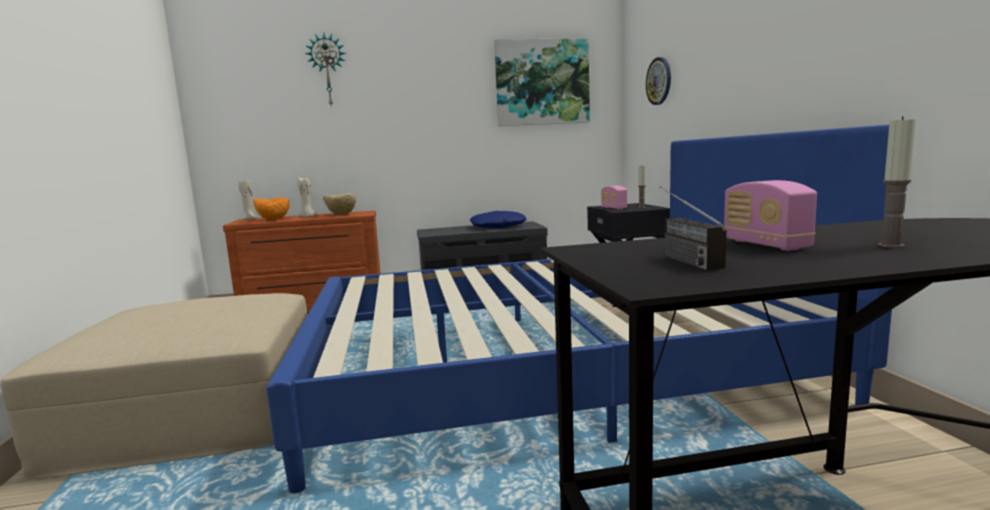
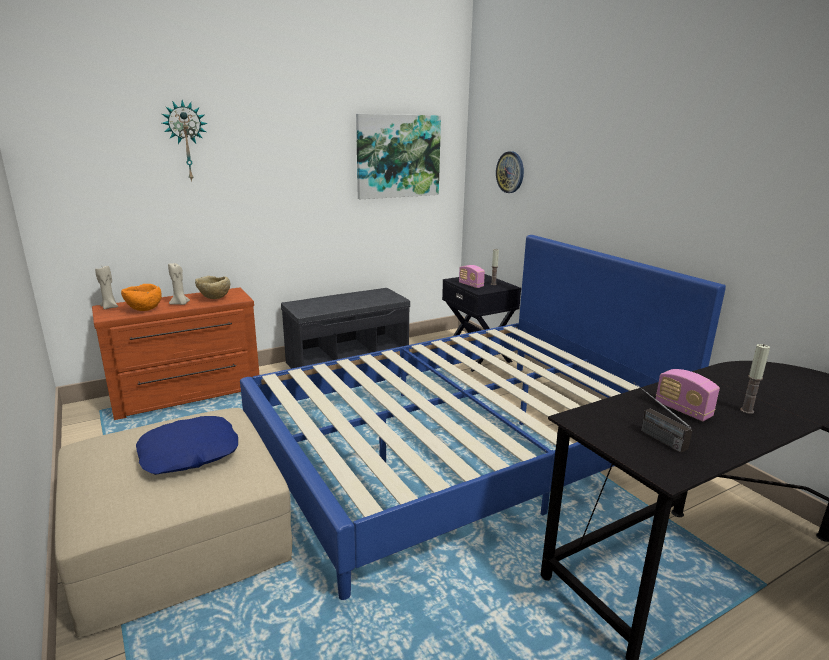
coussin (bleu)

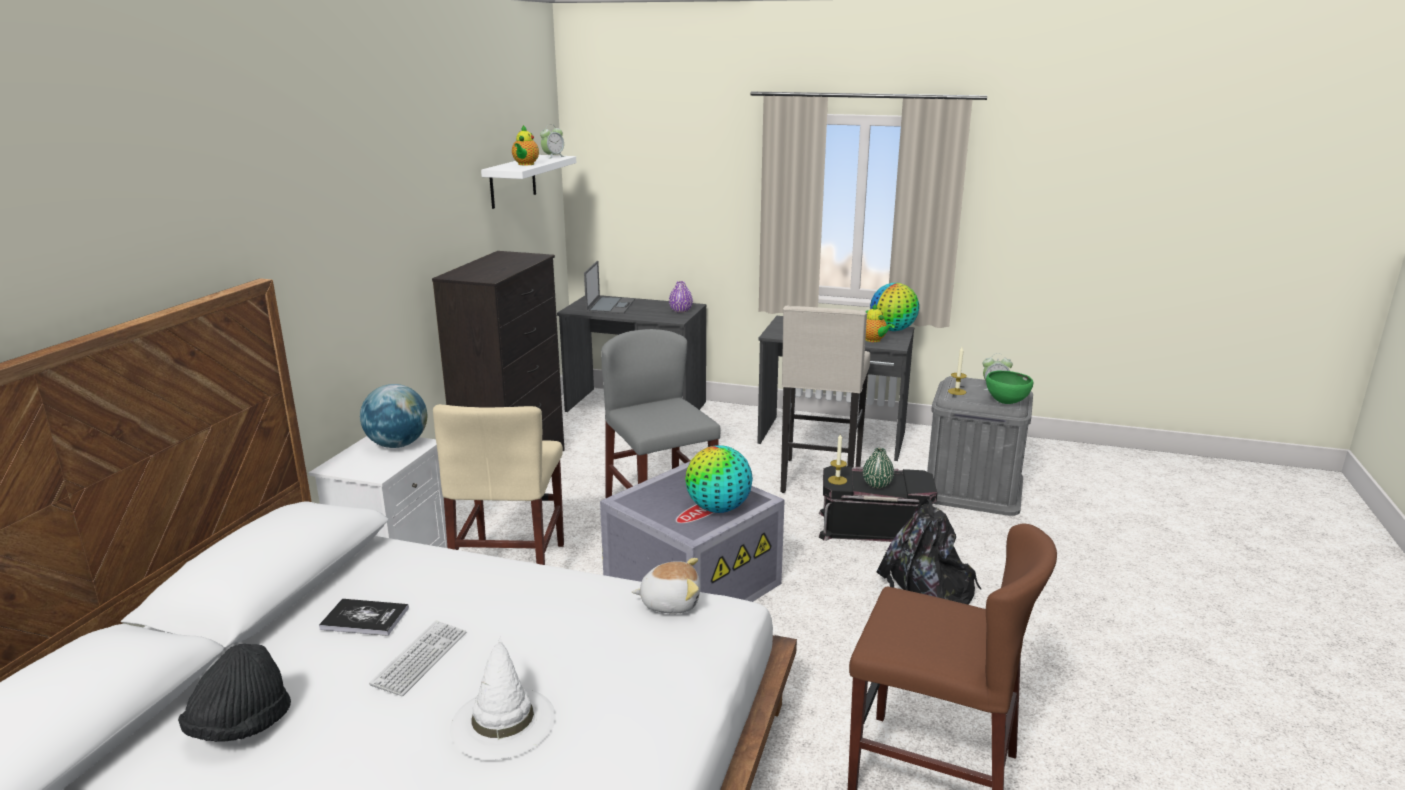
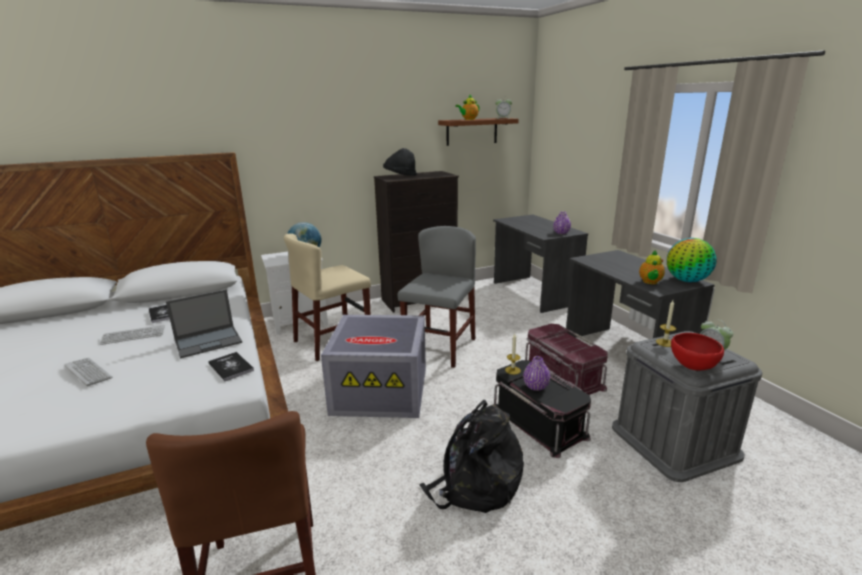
globe (no. 2 from left in the first image); chapeau (noir); ordinateur portable; clavier (no. 1 from left); livre (no. 2 from left); boîte de rangement (rouge); étagère (marron); vase (violet) (no. 1 from left); bol (rouge)

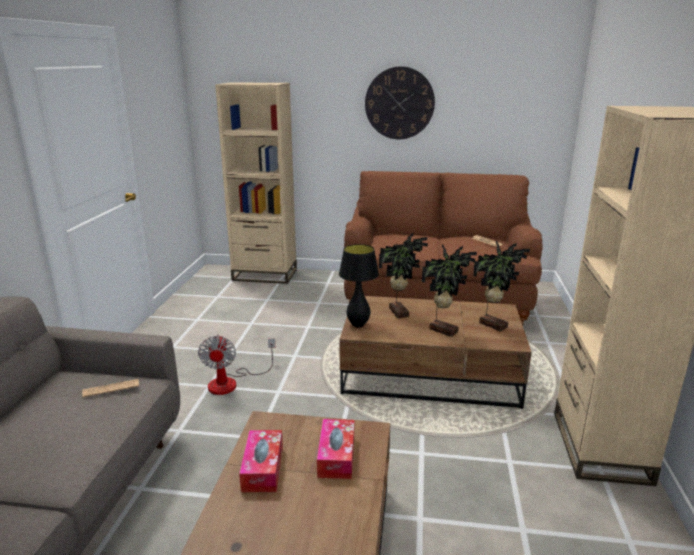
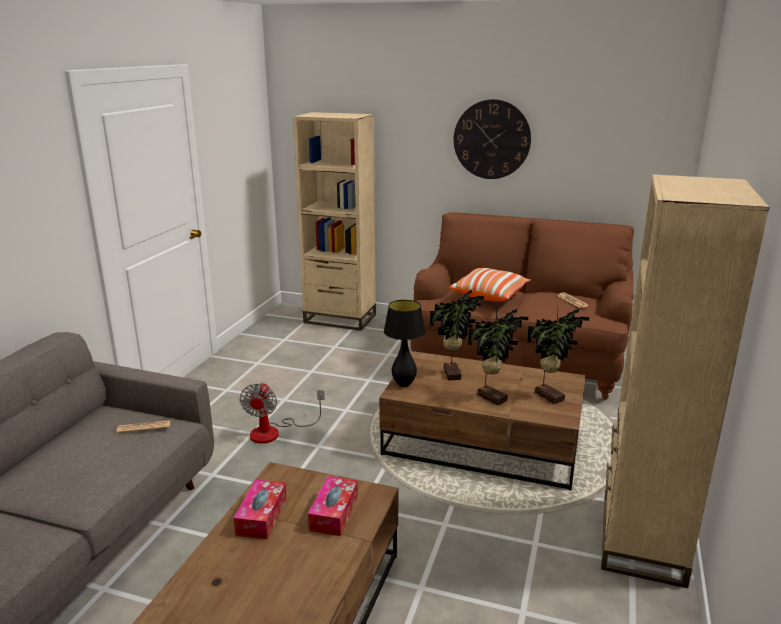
coussin

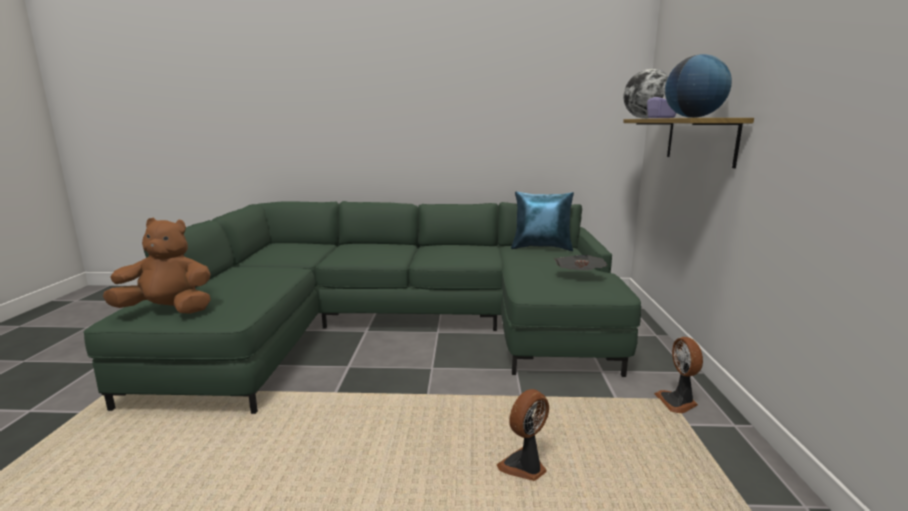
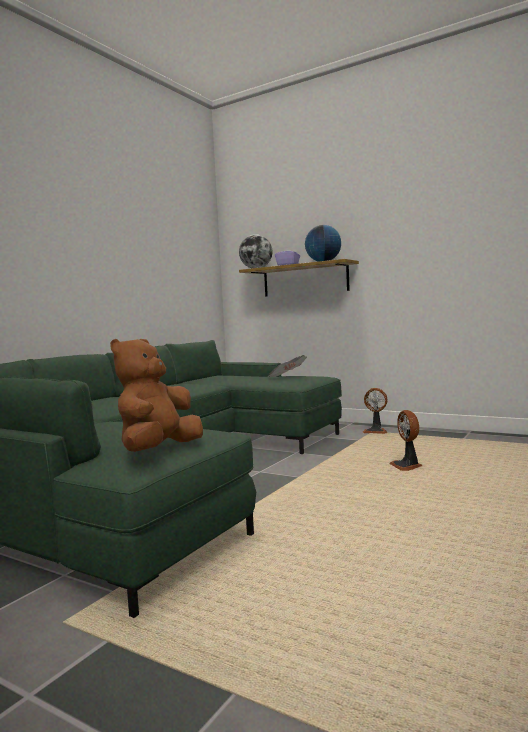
coussin (bleu)

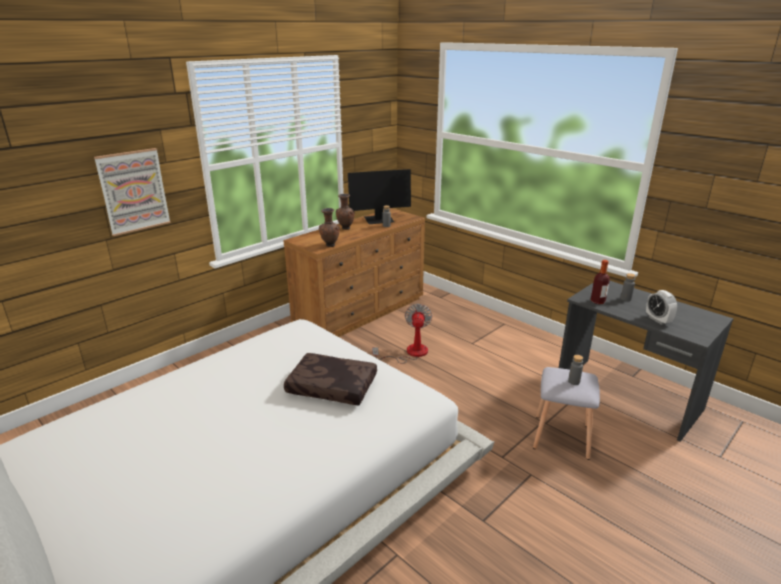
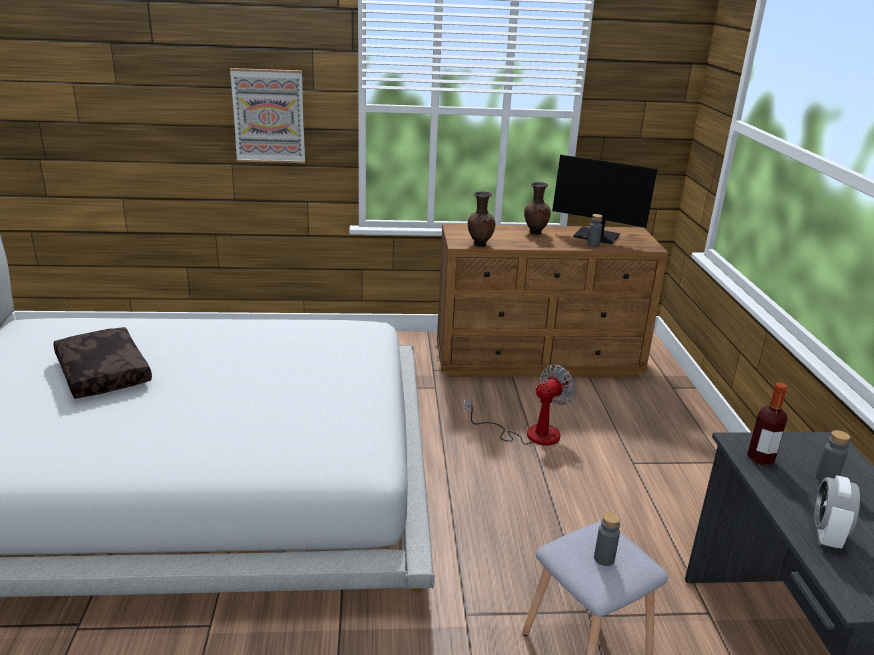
coussin (marron)

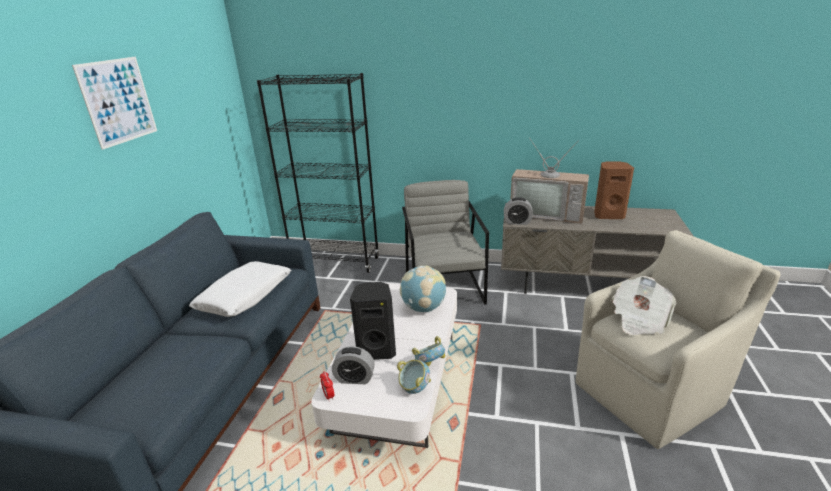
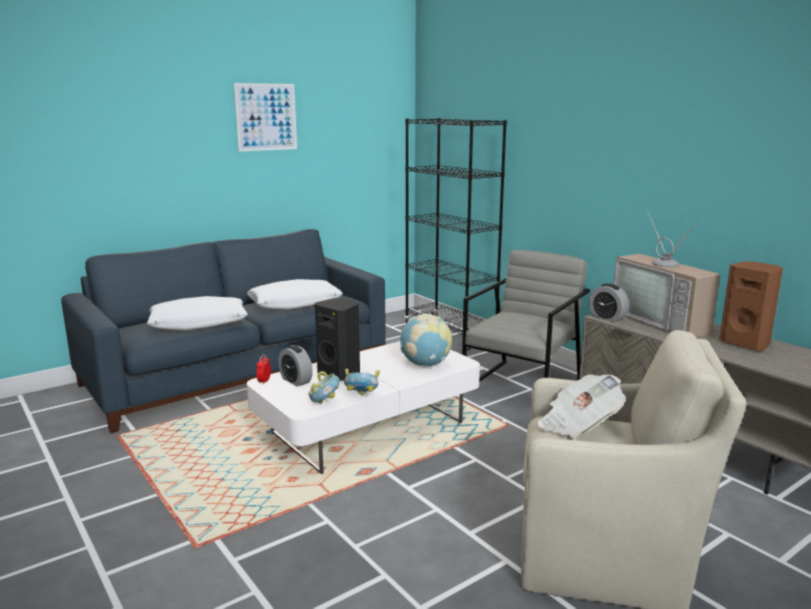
coussin (blanc) (no. 1 from left)

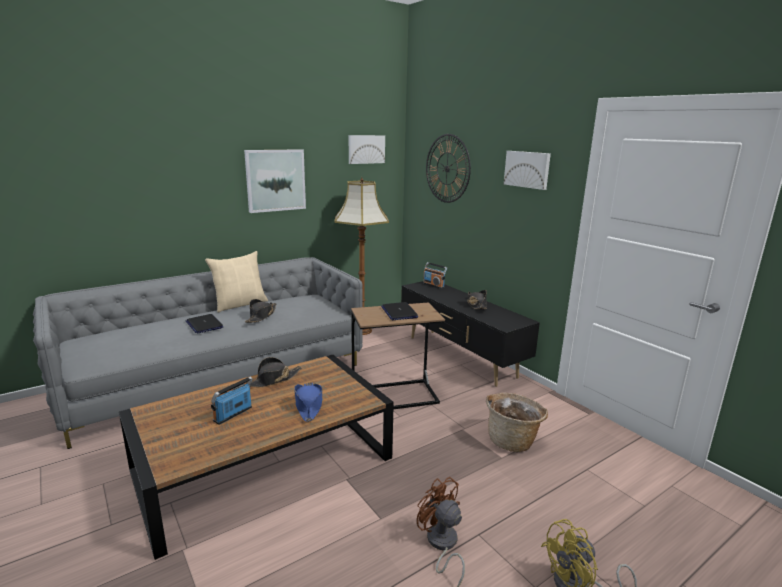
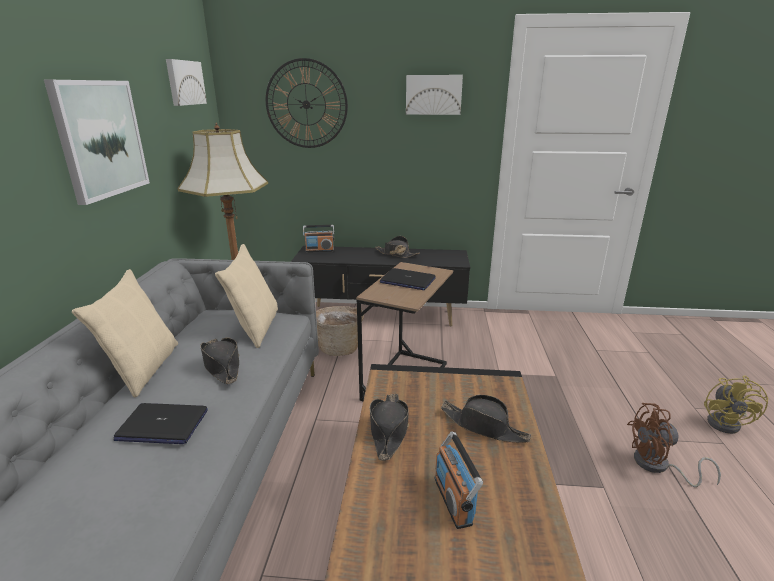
coussin (beige) (no. 2 from left); panier; chapeau (noir) (no. 4 from left)

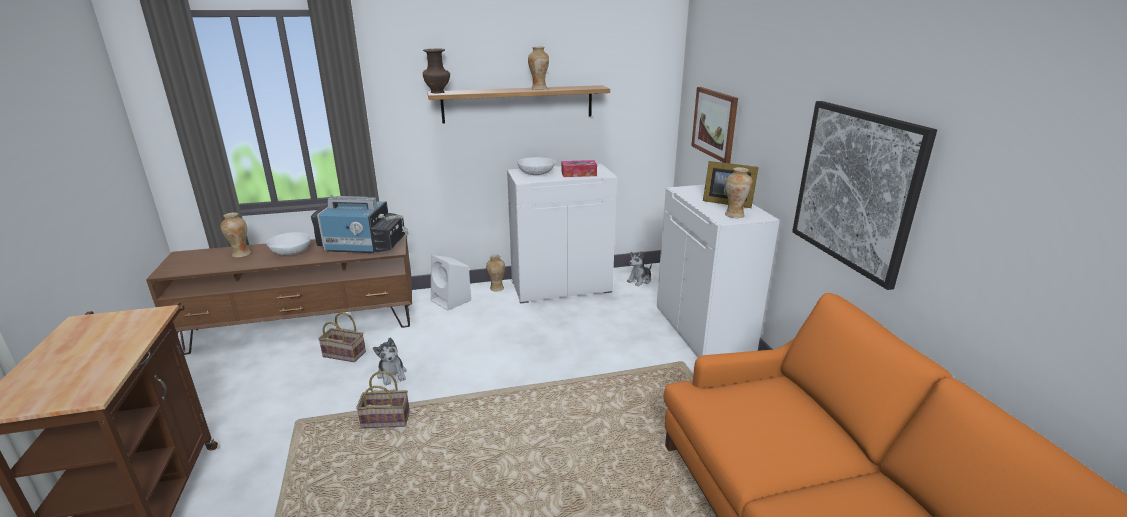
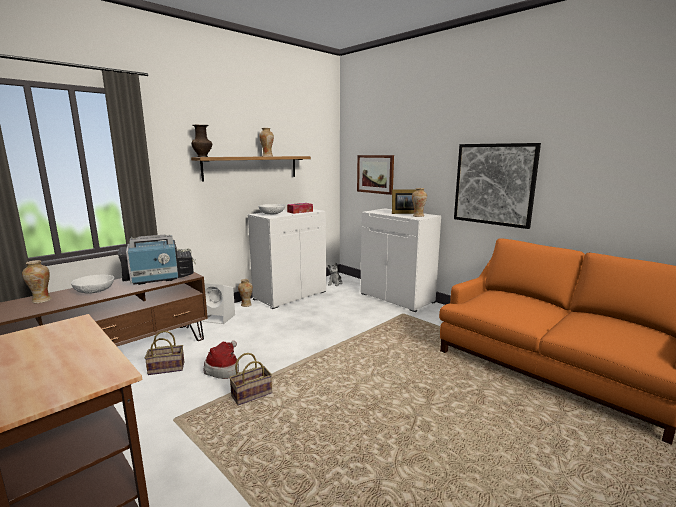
chapeau

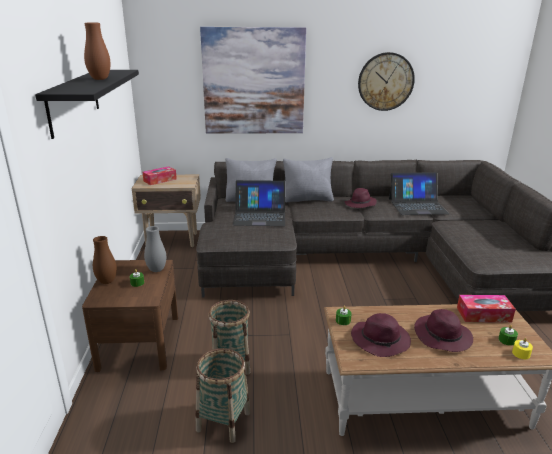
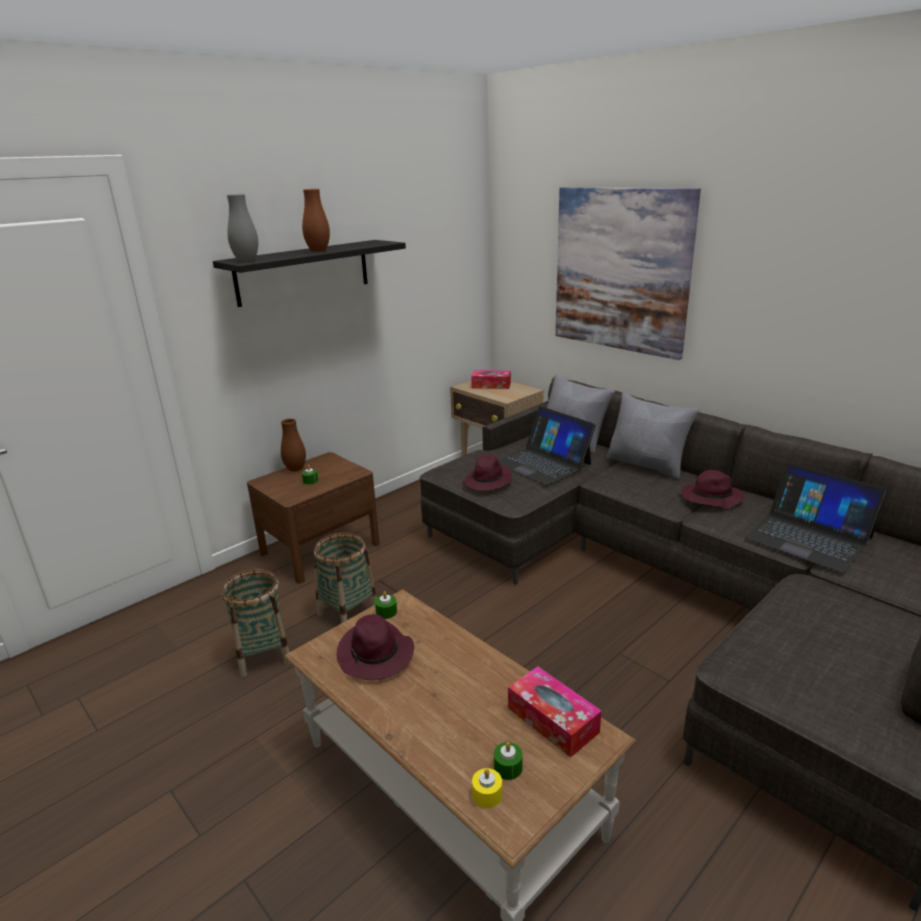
horloge murale; vase (gris); chapeau (violet) (no. 2 from left)

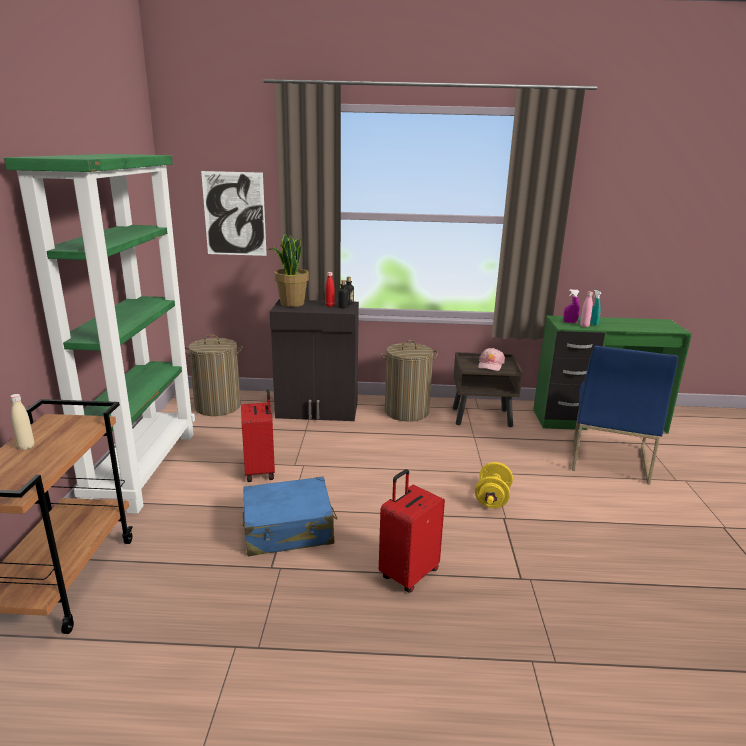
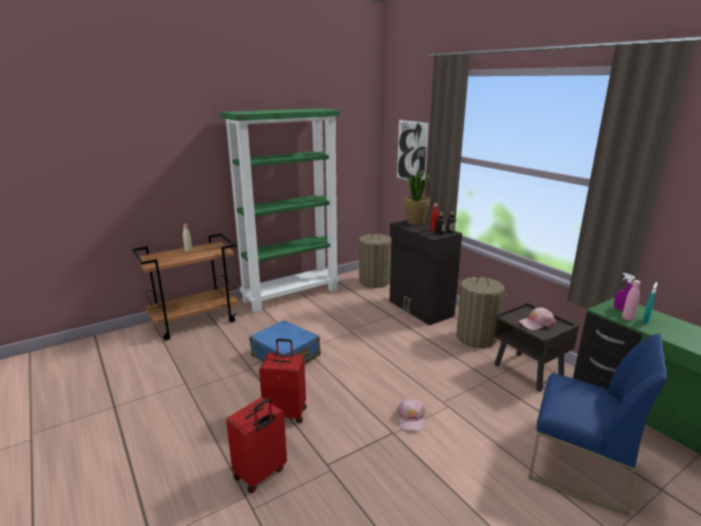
valise (rouge) (no. 1 from left); casquette (rose) (no. 1 from left); chaise (bleu)

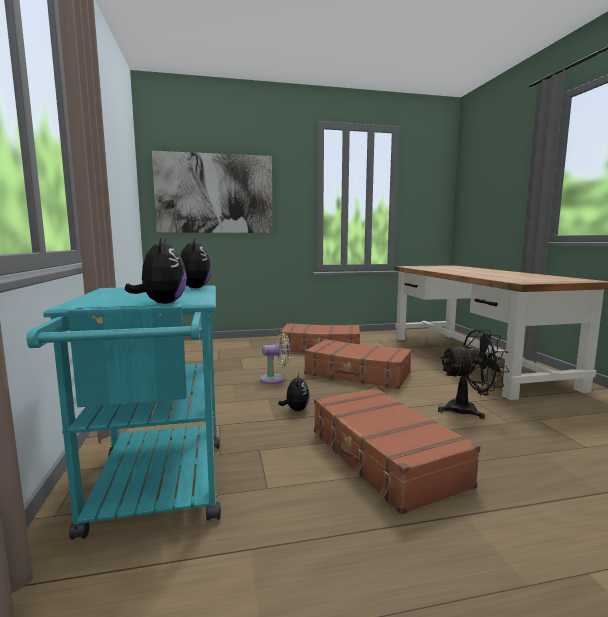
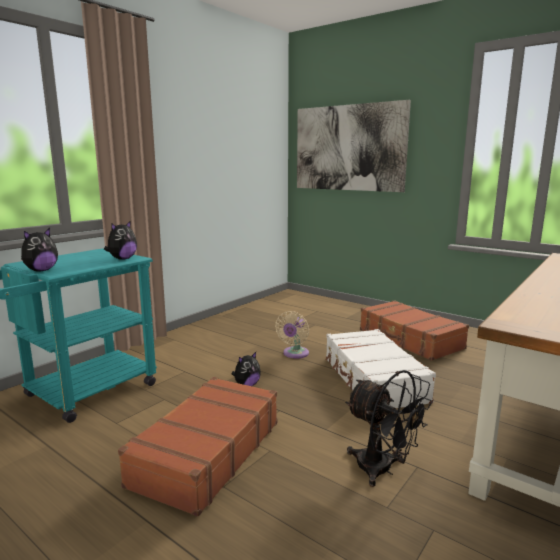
valise (blanc); ventilateur (beige)

